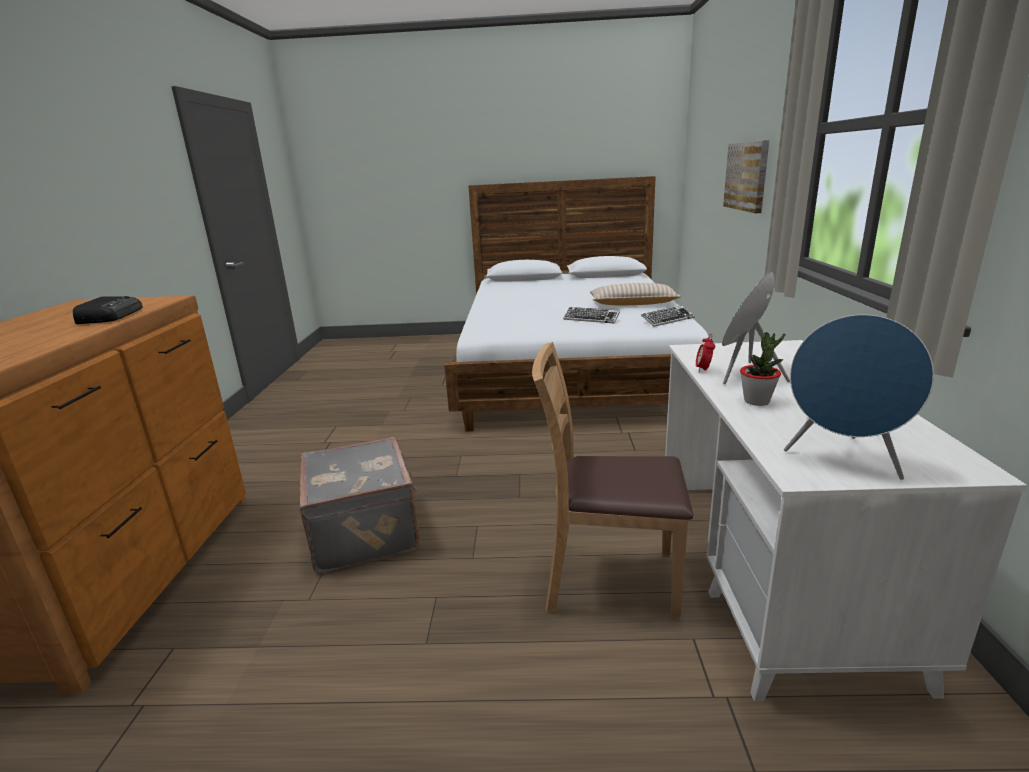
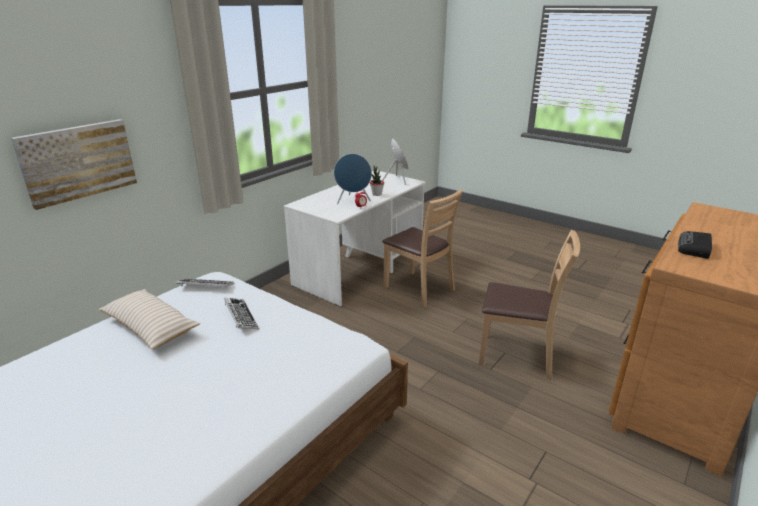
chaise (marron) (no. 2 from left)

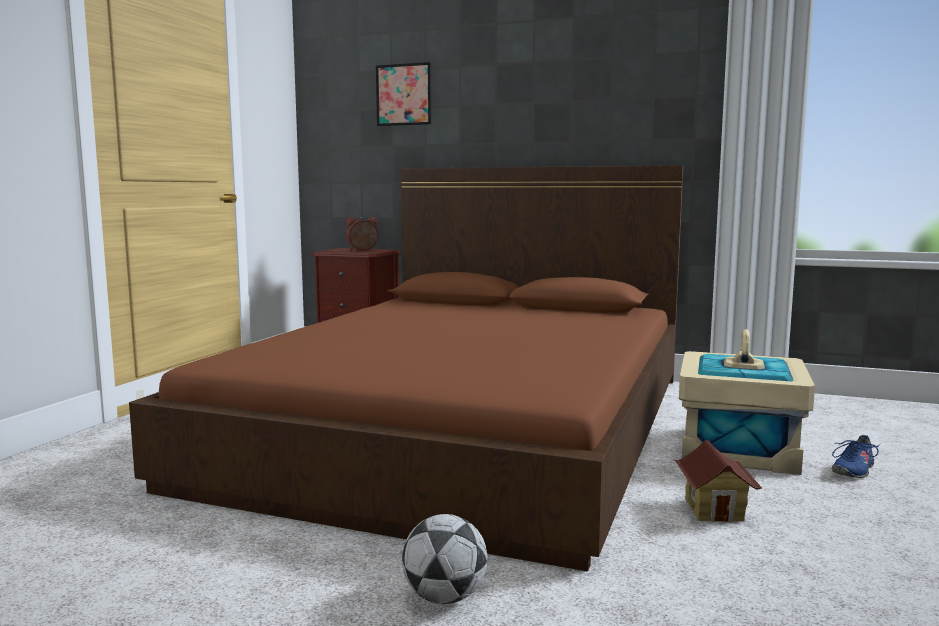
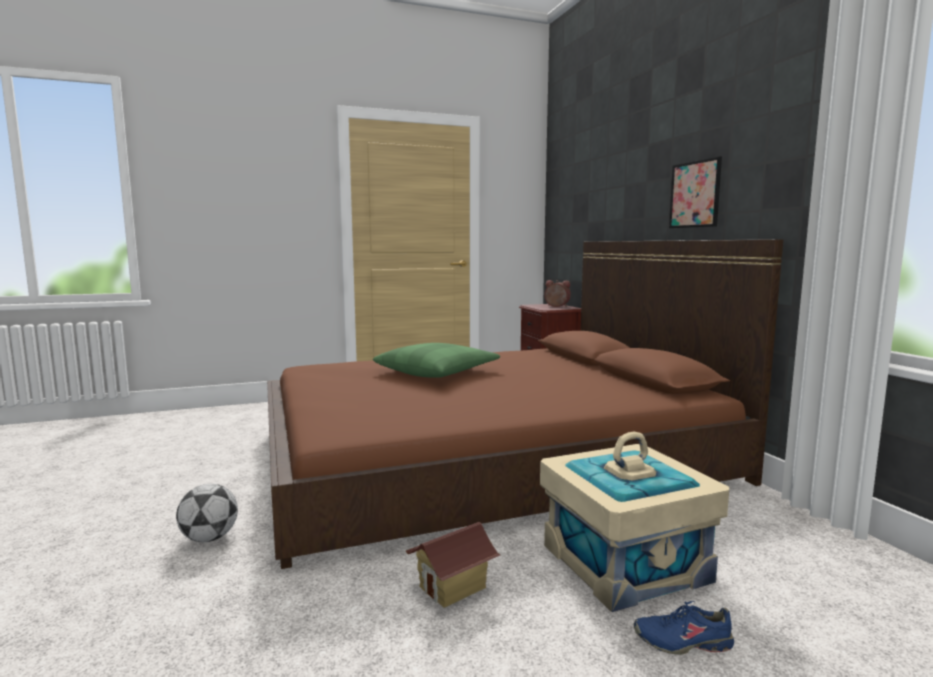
coussin (vert); tableau

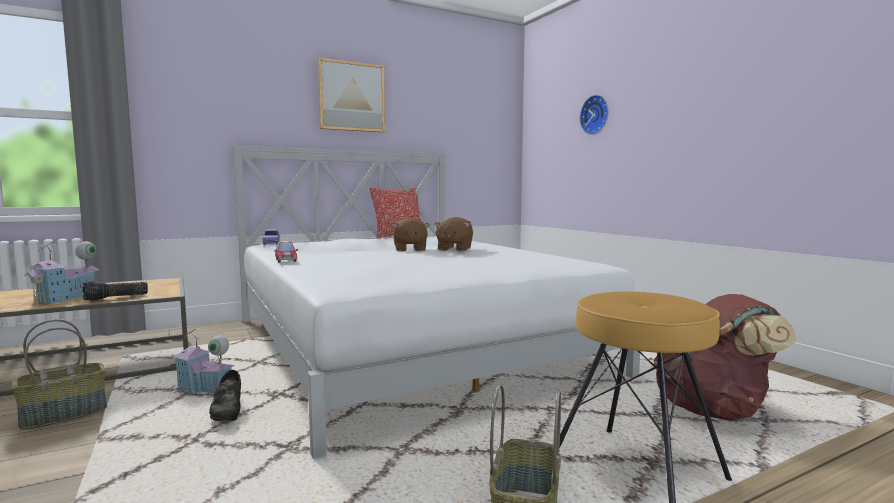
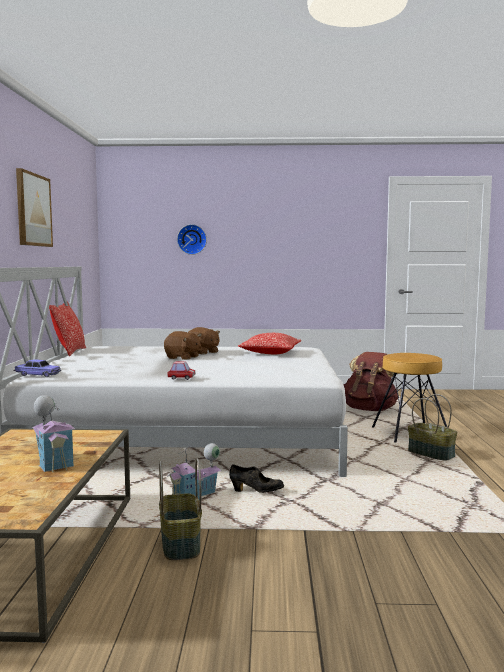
lampe de poche; coussin (no. 2 from left)

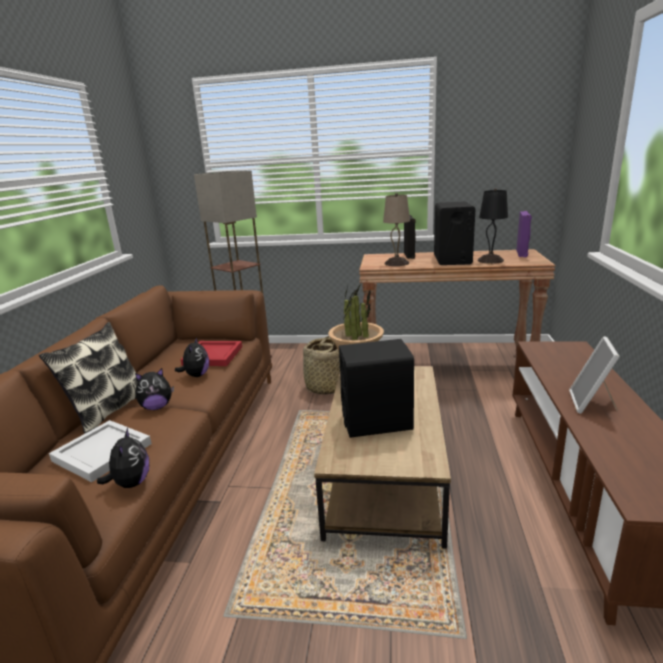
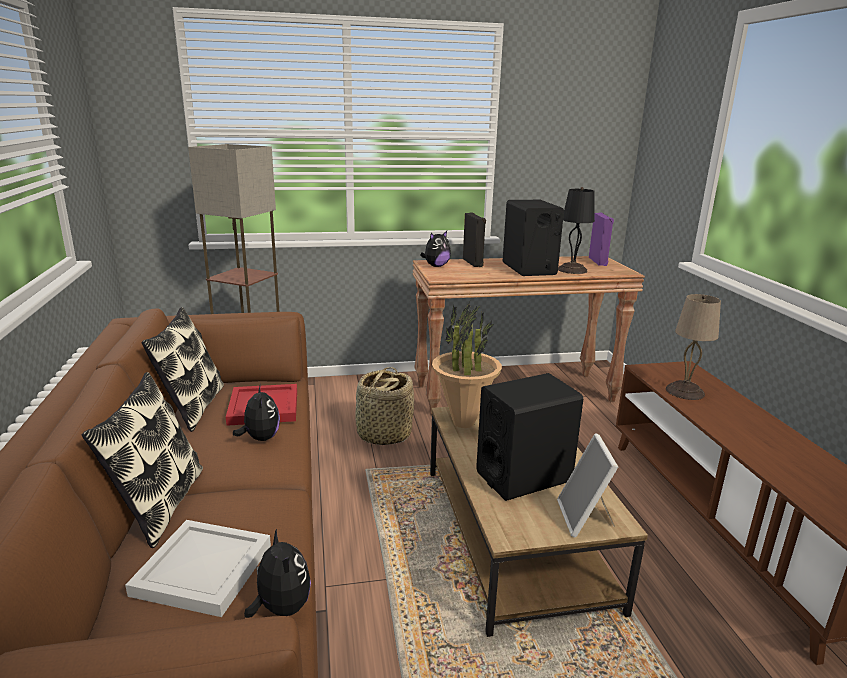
coussin (no. 2 from left); peluche (no. 3 from left); lampe de table (beige); cadre photo

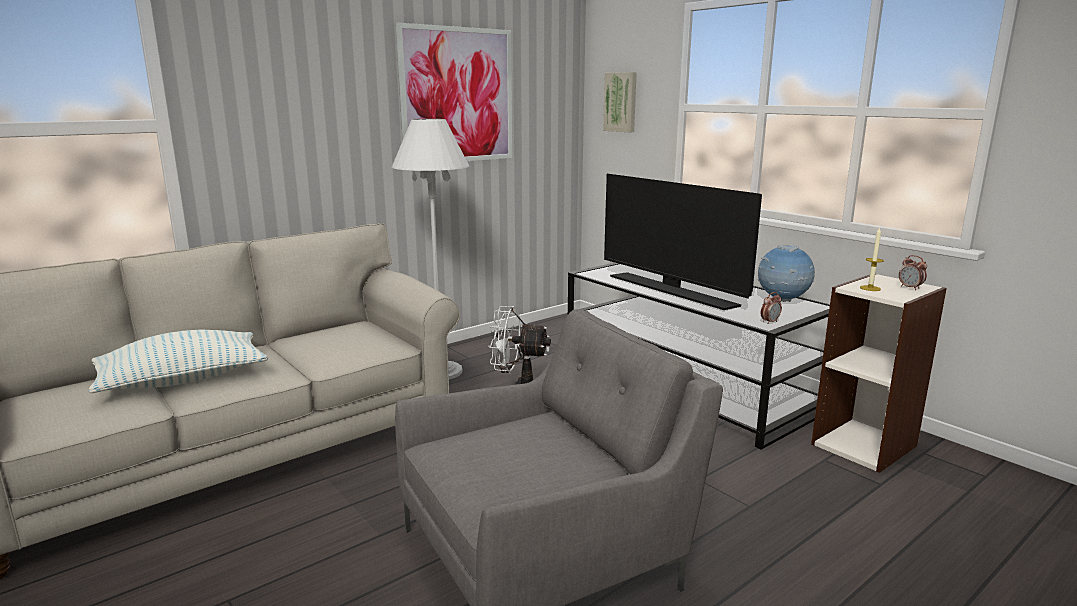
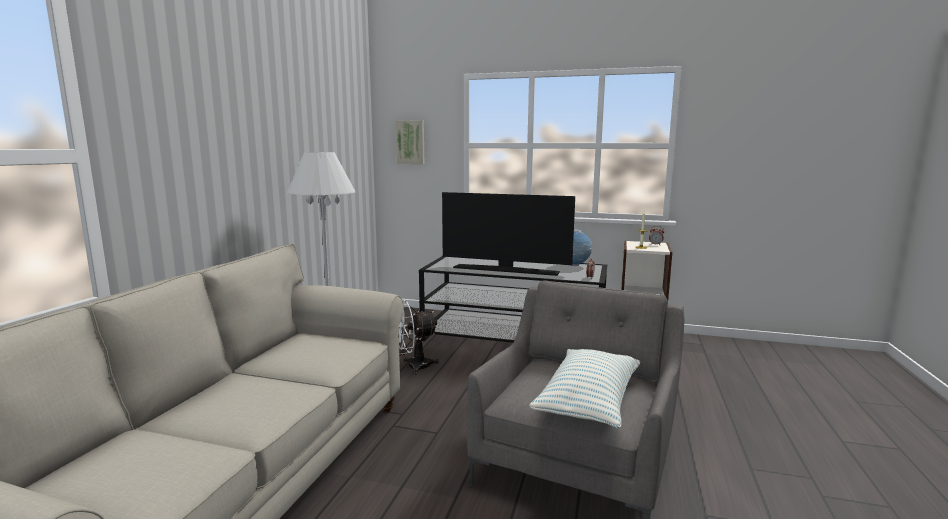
tableau (no. 1 from left in the first image); coussin

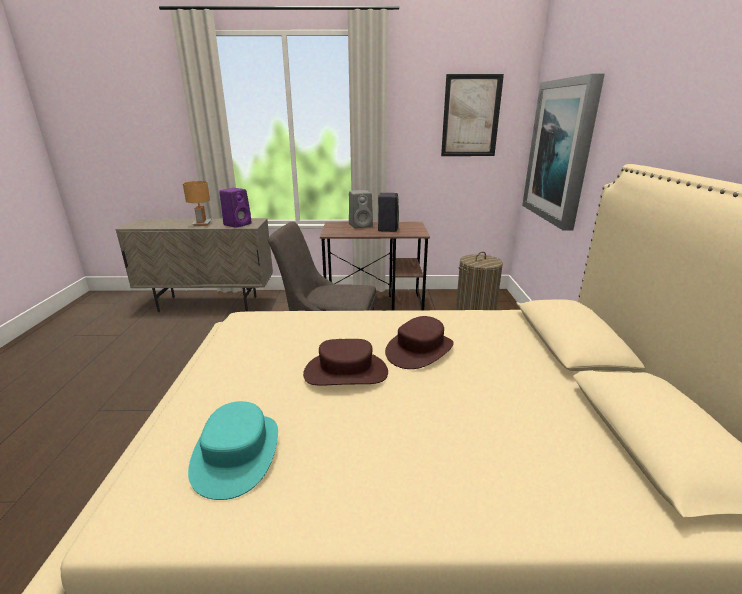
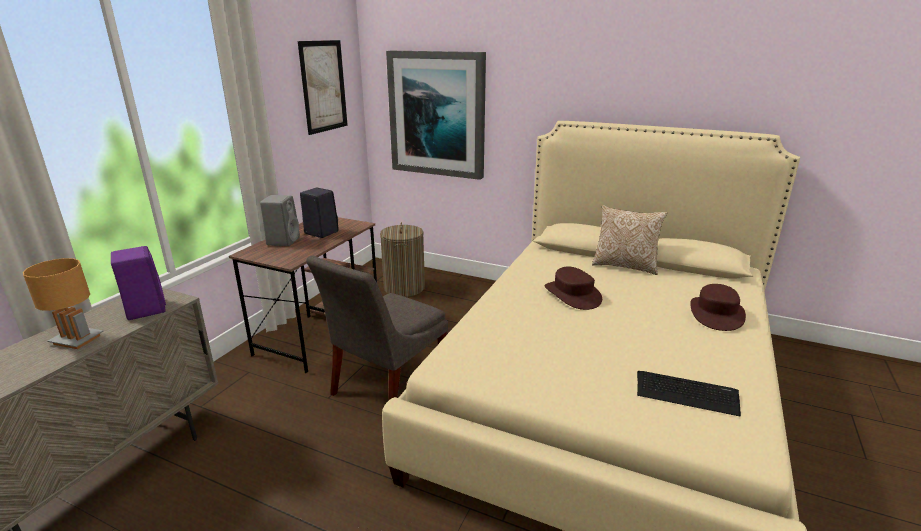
coussin; chapeau (marron) (no. 2 from left); clavier

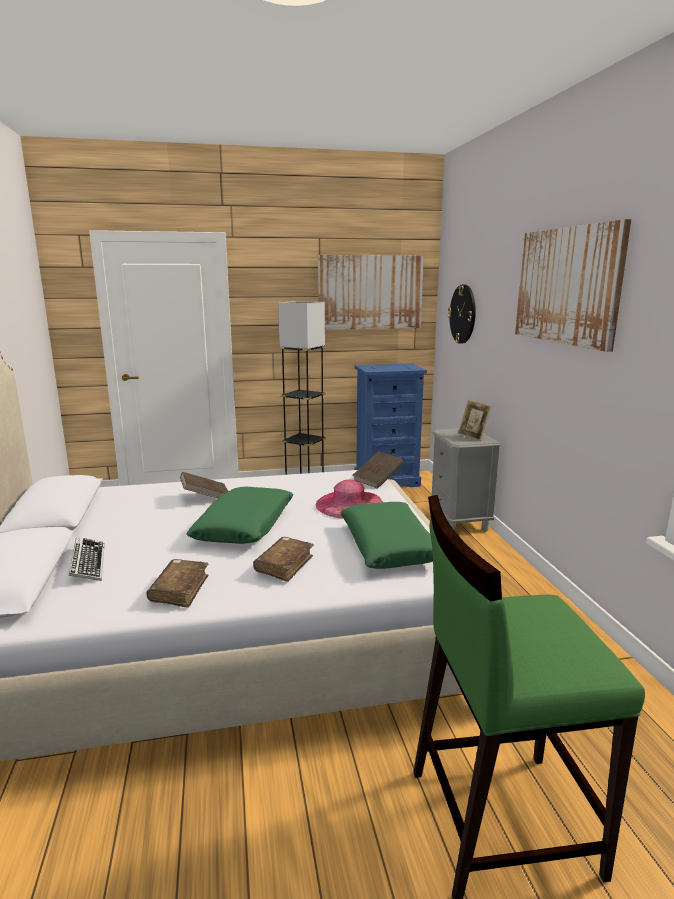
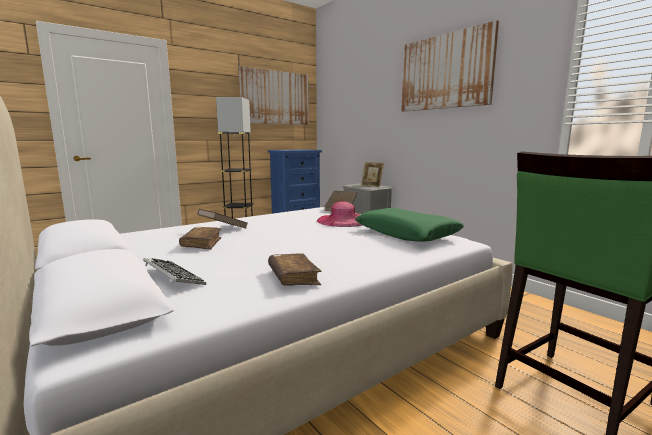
coussin (vert) (no. 1 from left in the first image); horloge murale; livre (marron) (no. 1 from left)

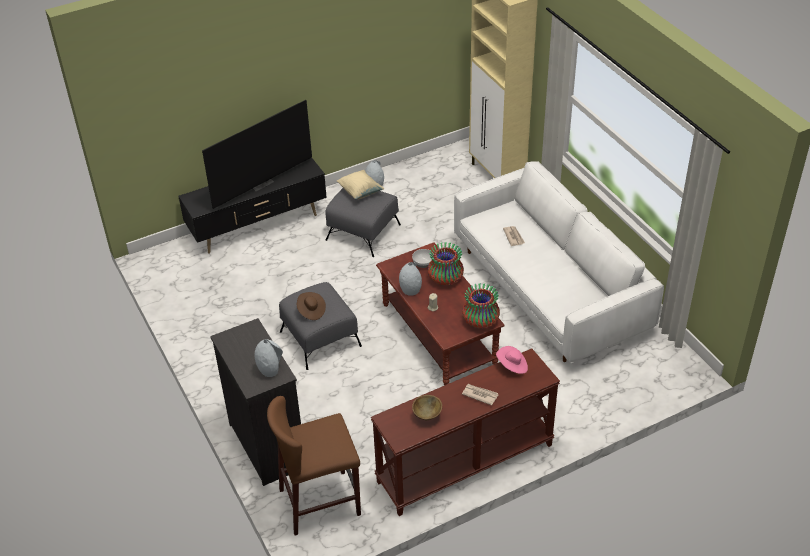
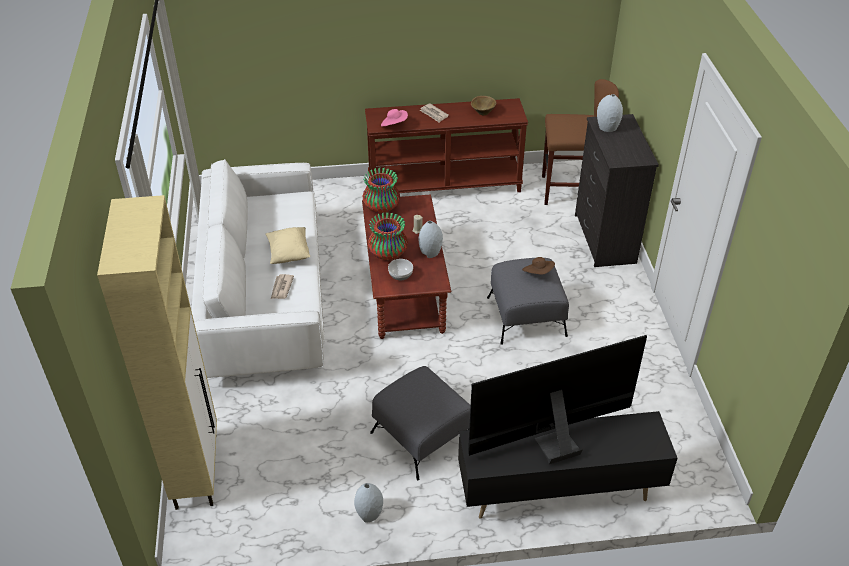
coussin (beige)

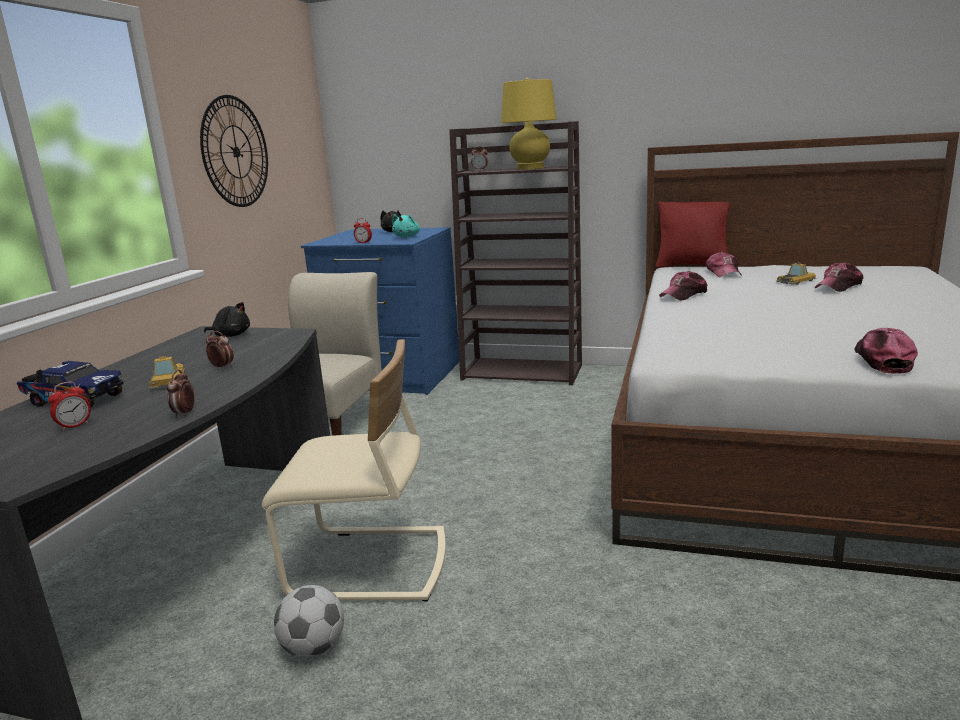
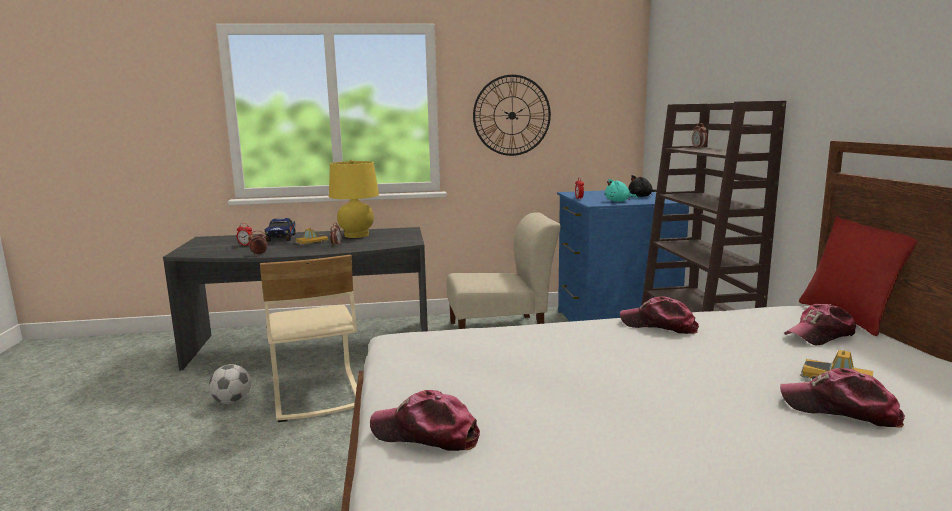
peluche (noir) (no. 1 from left in the first image); lampe de table (jaune); casquette (no. 1 from left)

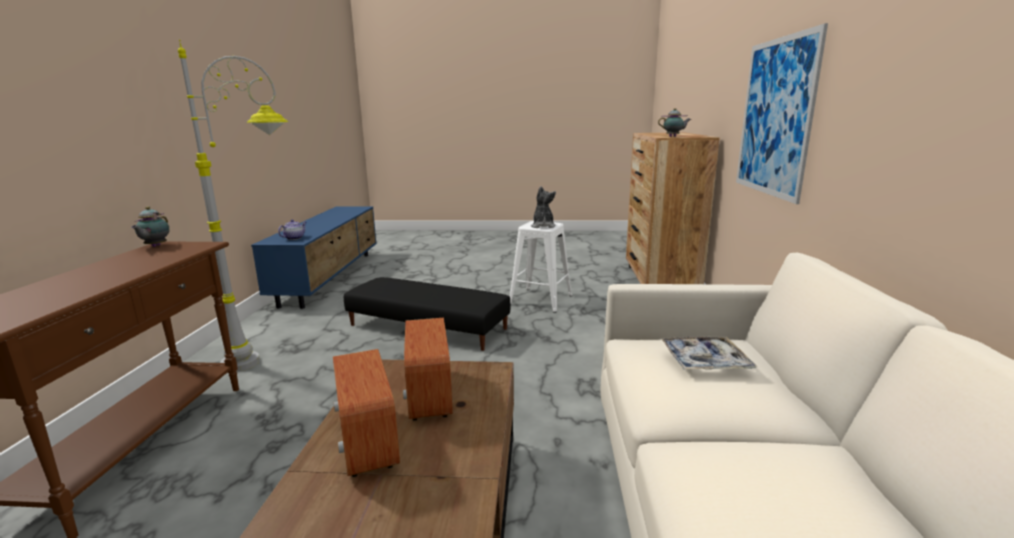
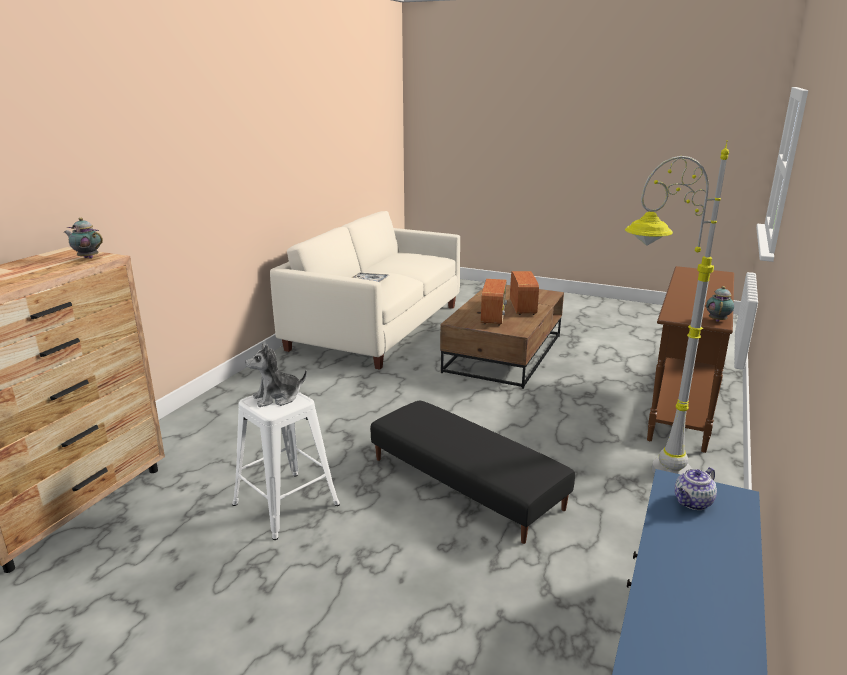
tableau; peluche

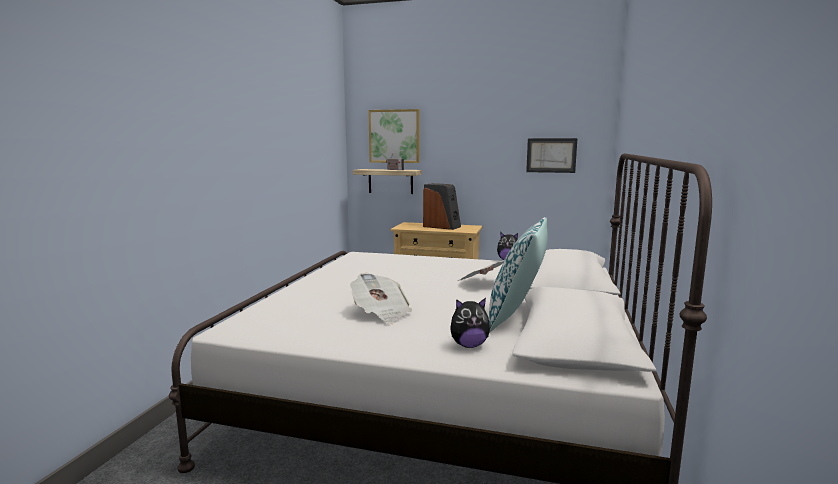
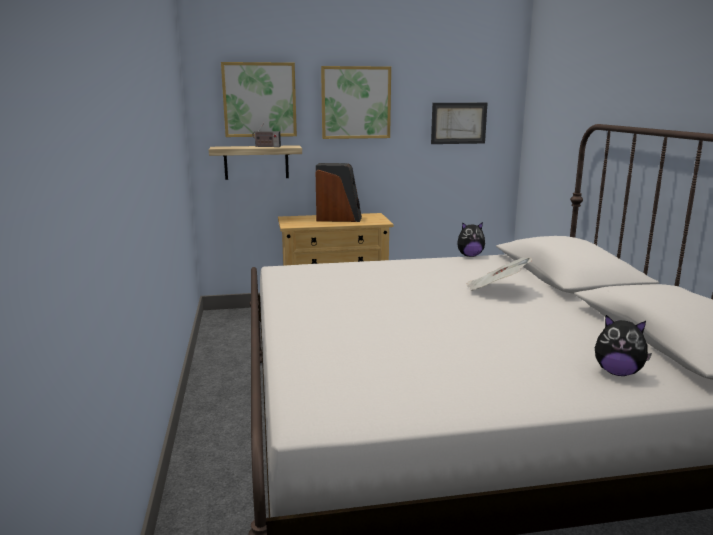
journal (no. 1 from left in the first image); coussin; tableau (no. 2 from left); peluche (no. 2 from left)

